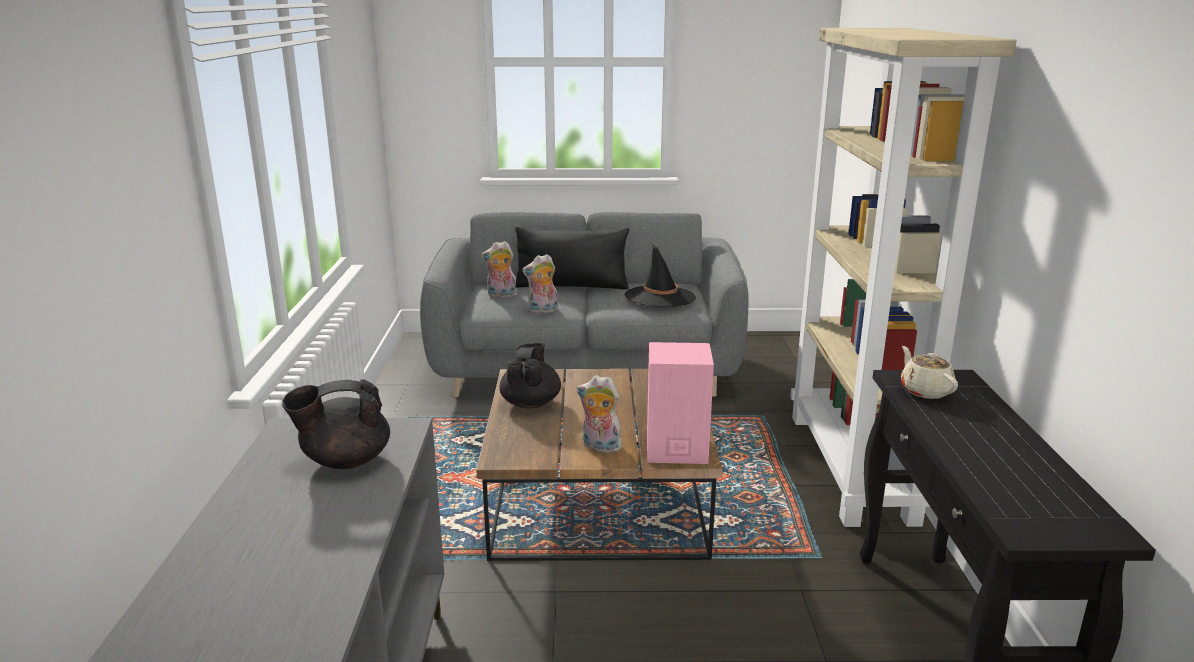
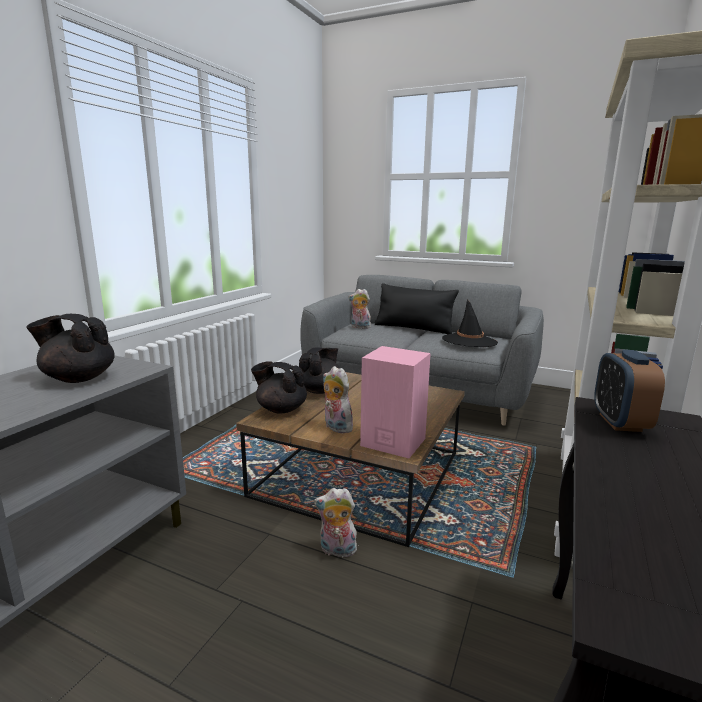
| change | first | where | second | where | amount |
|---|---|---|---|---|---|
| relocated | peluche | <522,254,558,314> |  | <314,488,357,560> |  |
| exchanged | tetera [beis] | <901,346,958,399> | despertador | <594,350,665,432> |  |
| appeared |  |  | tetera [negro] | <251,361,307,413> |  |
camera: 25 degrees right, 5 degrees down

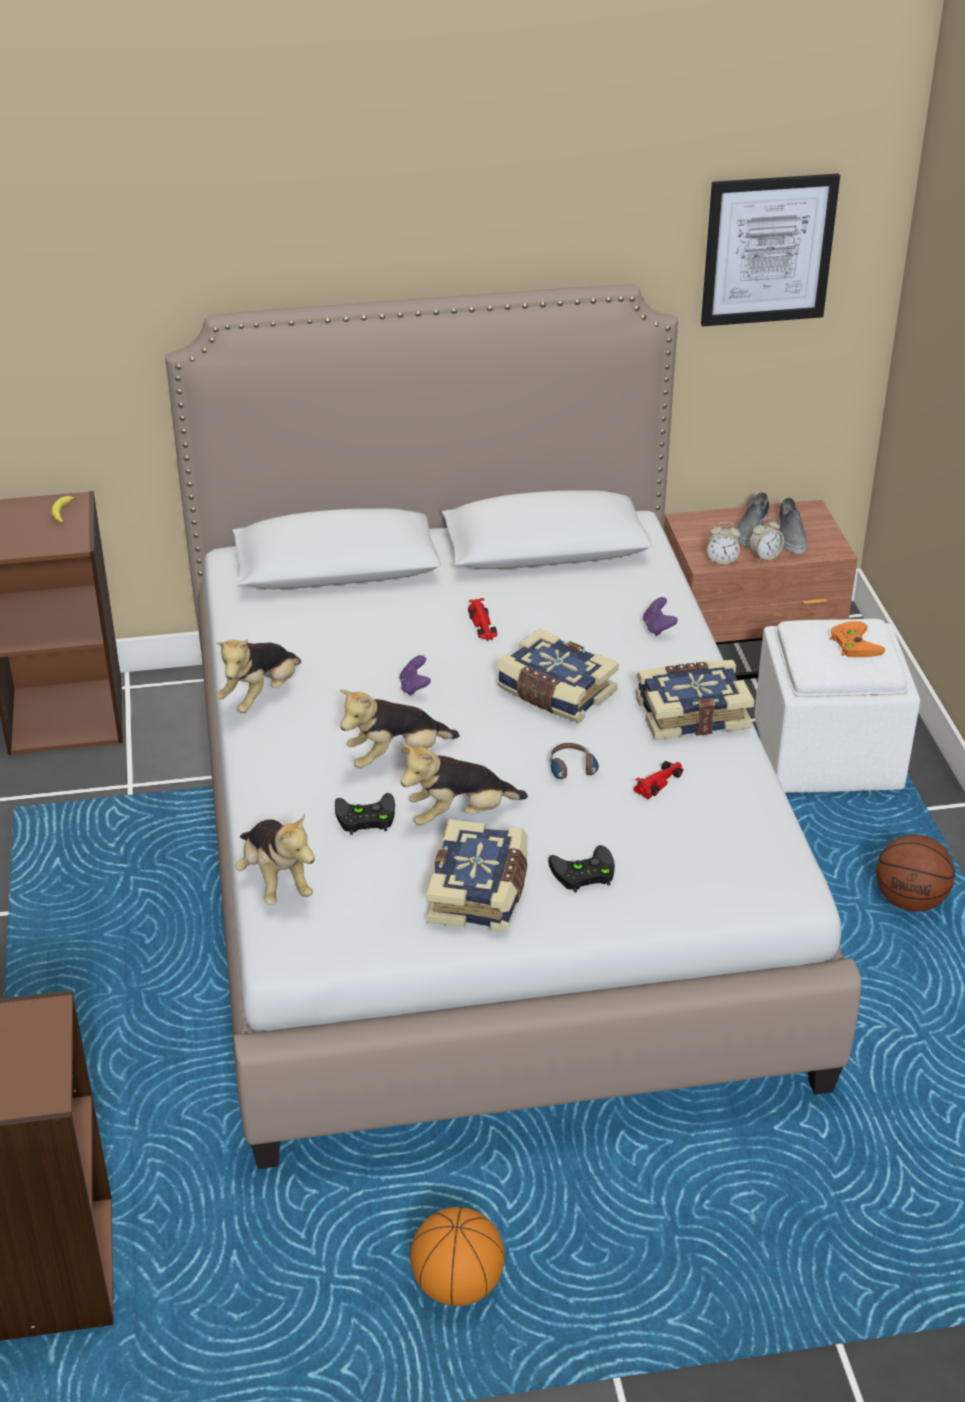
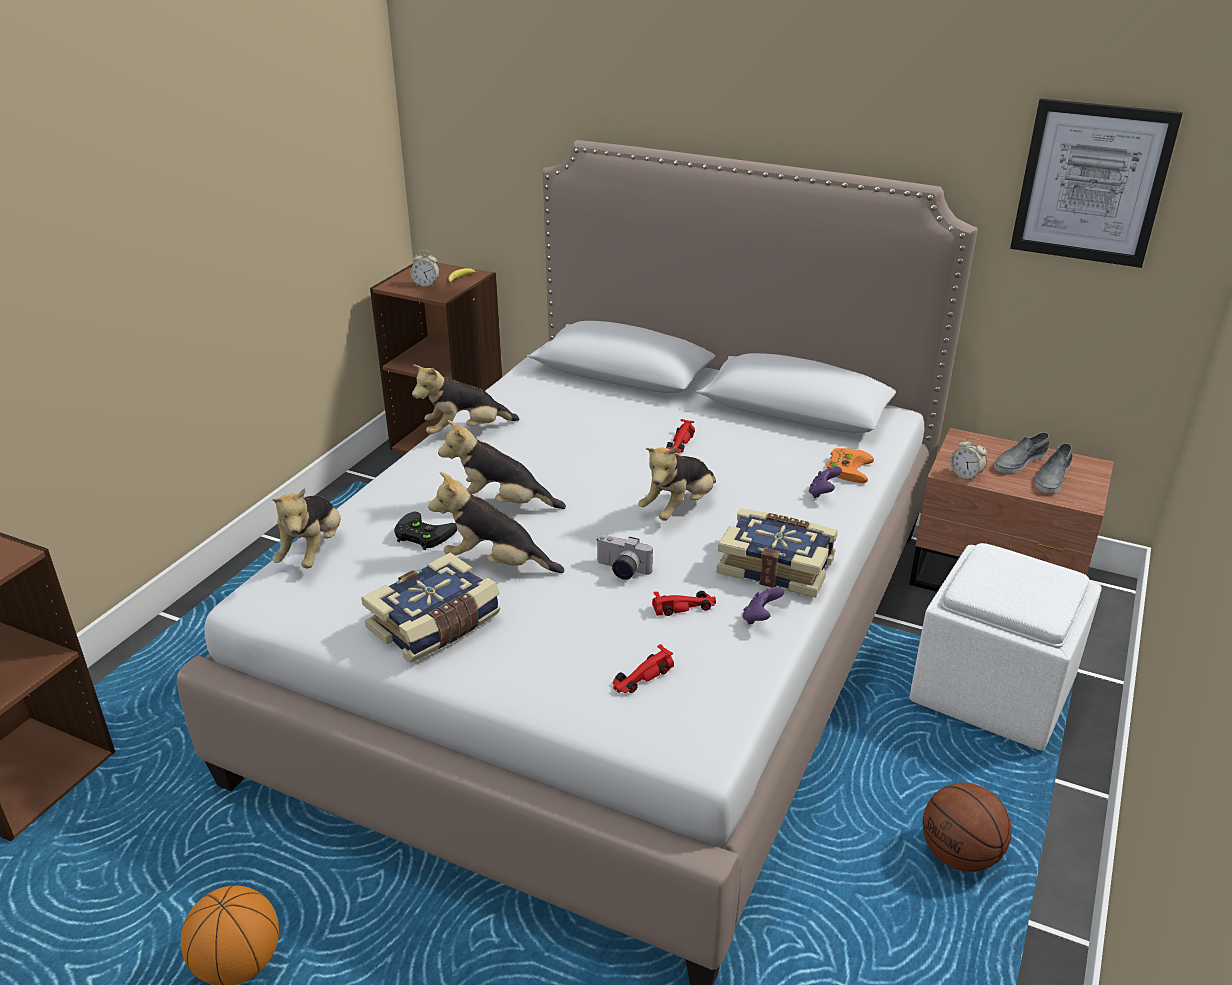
| change | first | where | second | where | amount |
|---|---|---|---|---|---|
| relocated | mando de consola [morado] | <400,655,431,696> |  | <743,587,784,624> |  |
| exchanged | libro | <497,629,619,723> | peluche | <638,446,716,521> |  |
| missing | mando de consola [negro] | <548,845,615,892> |  |  |  |
| exchanged | auriculares | <549,743,599,779> | cámara | <596,535,653,580> |  |
| relocated | despertador | <749,517,784,562> |  | <410,250,439,287> |  |
| relocated | mando de consola [naranja] | <830,621,885,657> |  | <826,448,874,483> |  |
| appeared |  |  | coche de juguete [rojo] | <613,644,674,693> |  |
camera: 35 degrees right, 5 degrees down

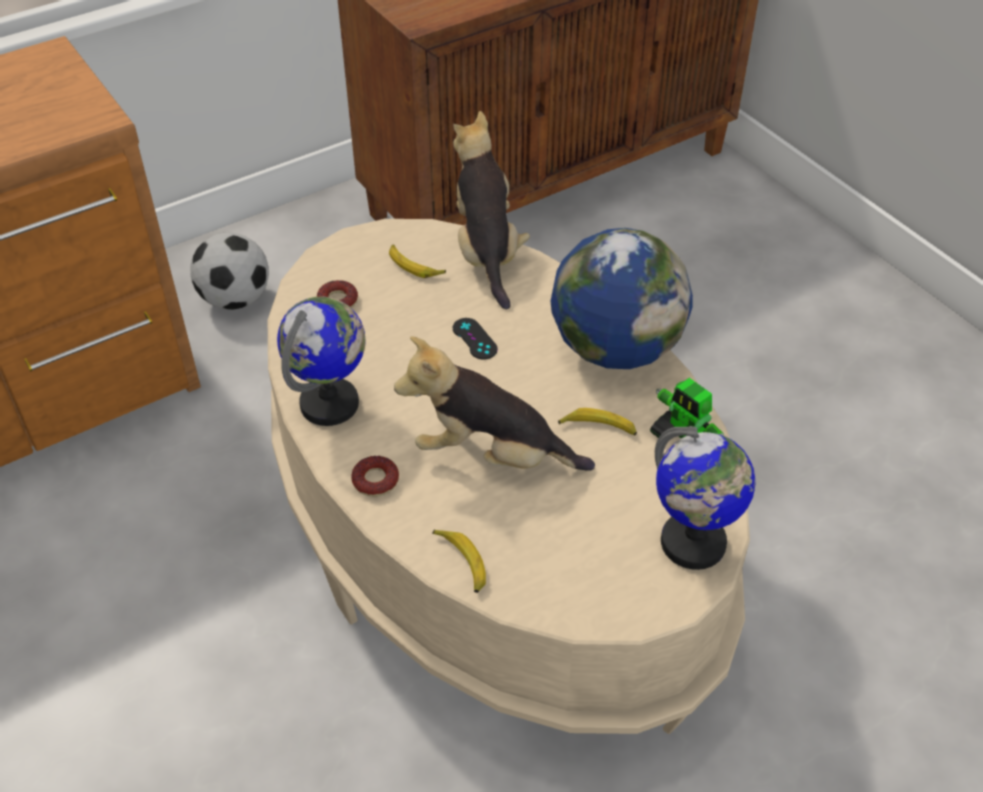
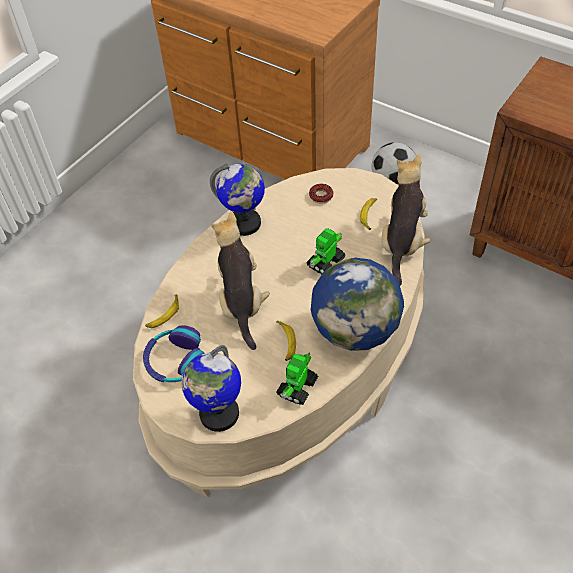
| change | first | where | second | where | amount |
|---|---|---|---|---|---|
| missing | rosquilla | <351,456,399,497> |  |  |  |
| spun | peluche | <453,111,530,310> |  | <382,154,430,286> | 45 degrees counterclockwise |
| exchanged | mando de consola [negro] | <453,318,498,360> | robot de juguete | <306,228,346,274> |  |
| appeared |  |  | auriculares | <143,325,204,382> |  |
camera: 70 degrees right, 5 degrees up

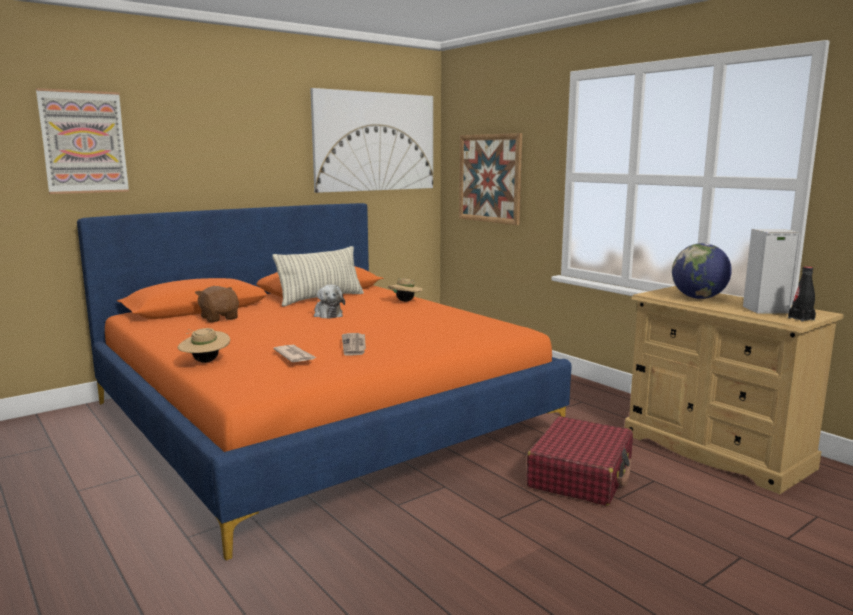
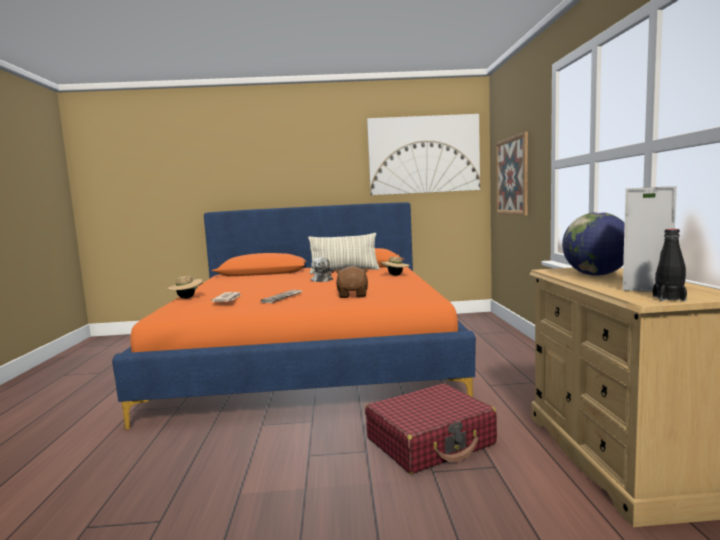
| change | first | where | second | where | amount |
|---|---|---|---|---|---|
| missing | cuadro | <36,88,129,194> |  |  |  |
| relocated | peluche [marrón] | <195,286,239,322> |  | <335,266,369,298> |  |
camera: 35 degrees right, 5 degrees down

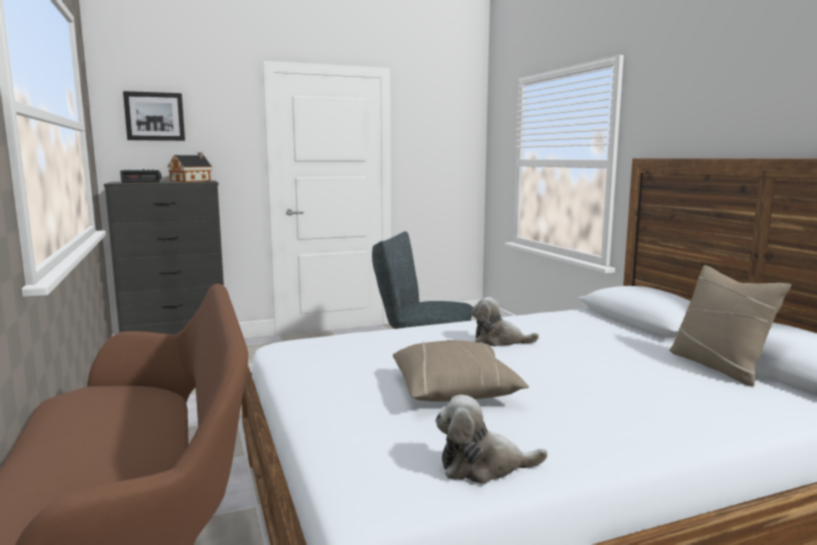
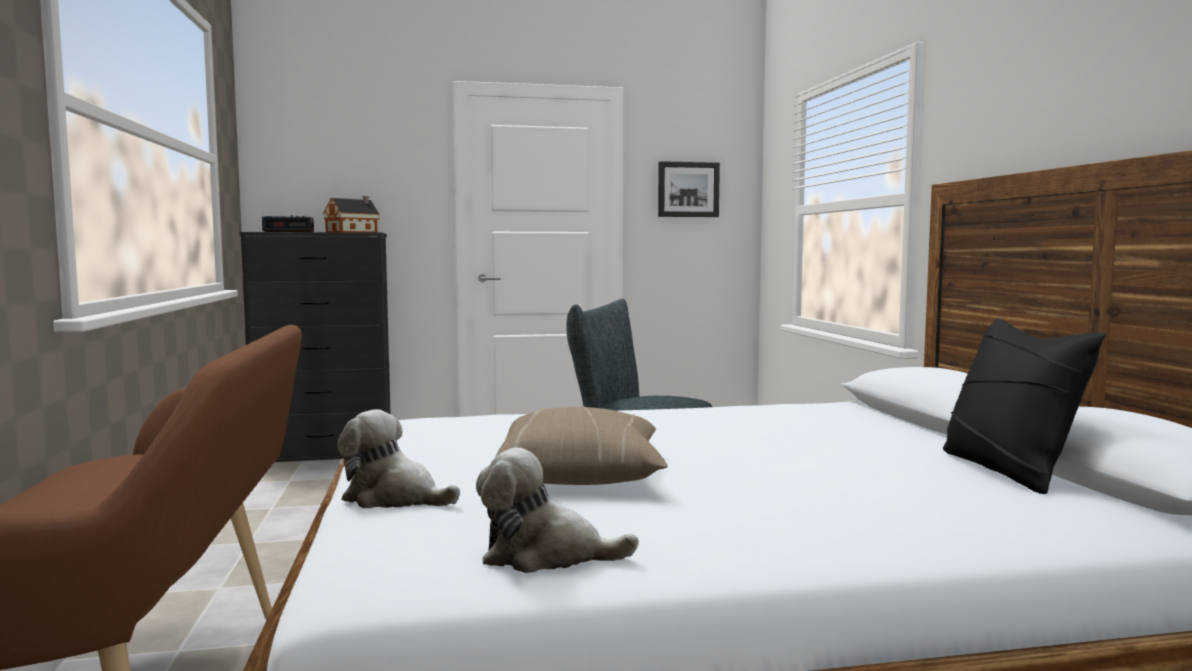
| change | first | where | second | where | amount |
|---|---|---|---|---|---|
| relocated | cuadro | <123,91,185,141> |  | <658,161,720,217> |  |
| relocated | peluche | <471,297,539,346> |  | <337,409,460,508> |  |
| colour | cojín [beis] | <670,265,791,387> | cojín [negro] | <943,318,1106,494> |  |
camera: 10 degrees right, 5 degrees down

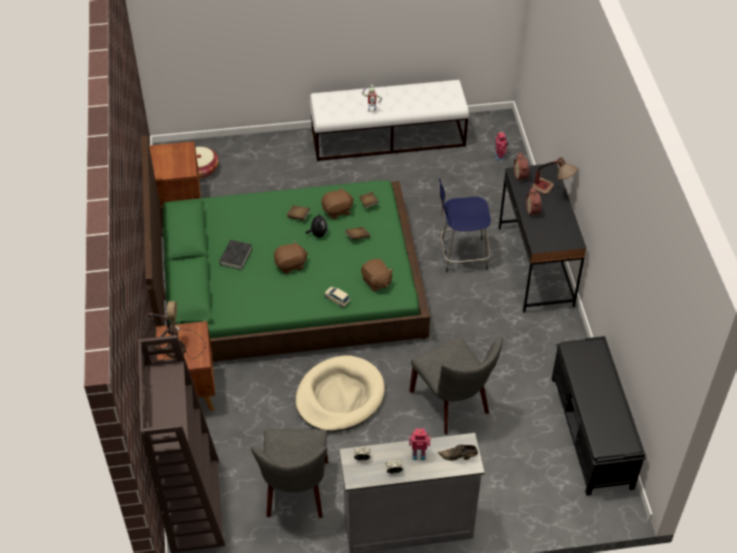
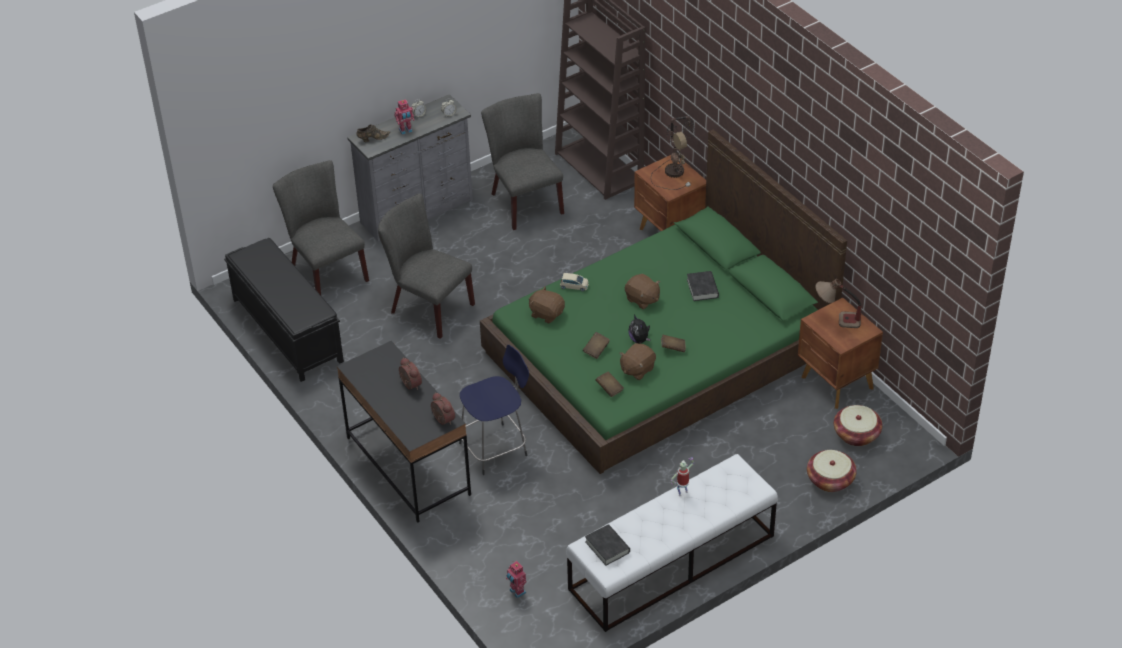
| change | first | where | second | where | amount |
|---|---|---|---|---|---|
| spun | peluche [marrón] | <274,240,308,274> |  | <625,274,660,309> | 90 degrees counterclockwise |
| missing | cama para perro [beis] | <295,355,385,432> |  |  |  |
| relocated | lámpara de mesa | <532,157,578,195> |  | <815,279,861,328> |  |
| appeared |  |  | silla [gris] | <273,160,369,295> |  |
| appeared |  |  | libro [negro] | <585,524,630,566> |  |
| appeared |  |  | cesta | <807,450,857,492> |  |
camera: 155 degrees right, 5 degrees down

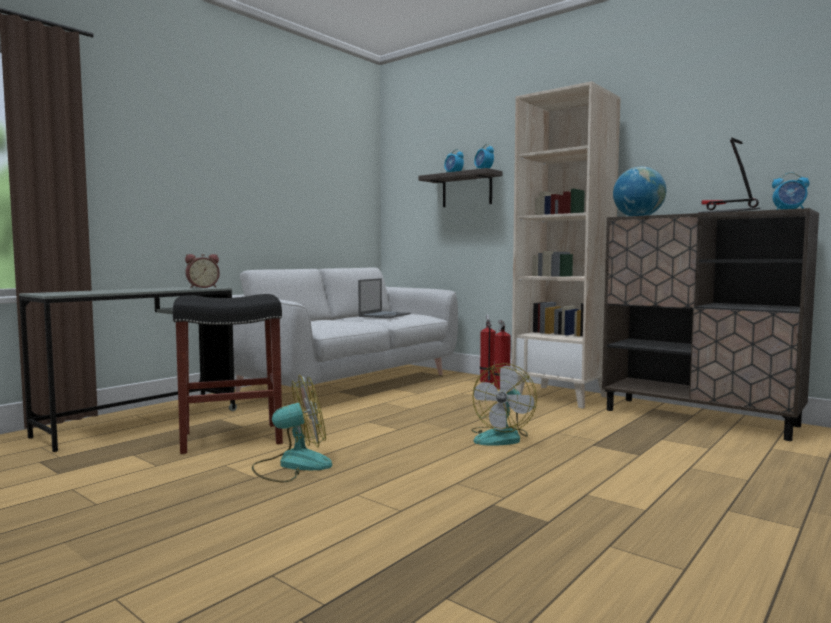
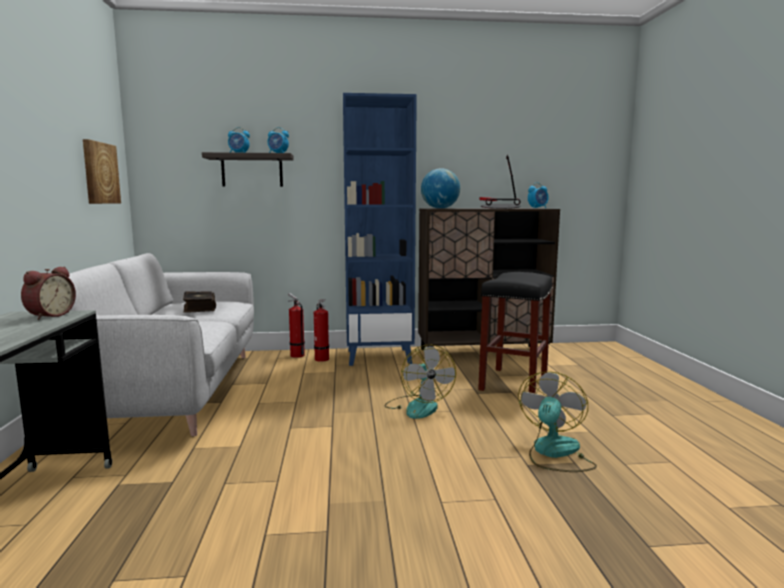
| change | first | where | second | where | amount |
|---|---|---|---|---|---|
| relocated | taburete [negro] | <173,294,283,454> |  | <478,272,553,394> |  |
| relocated | ventilador | <252,375,332,482> |  | <518,371,597,472> |  |
| exchanged | portátil | <358,278,411,318> | libro | <183,291,216,313> |  |
| colour | estantería [beis] | <512,81,621,408> | estantería [azul] | <343,93,417,366> |  |
| appeared |  |  | cuadro | <83,139,121,204> |  |
camera: 45 degrees left, 5 degrees up

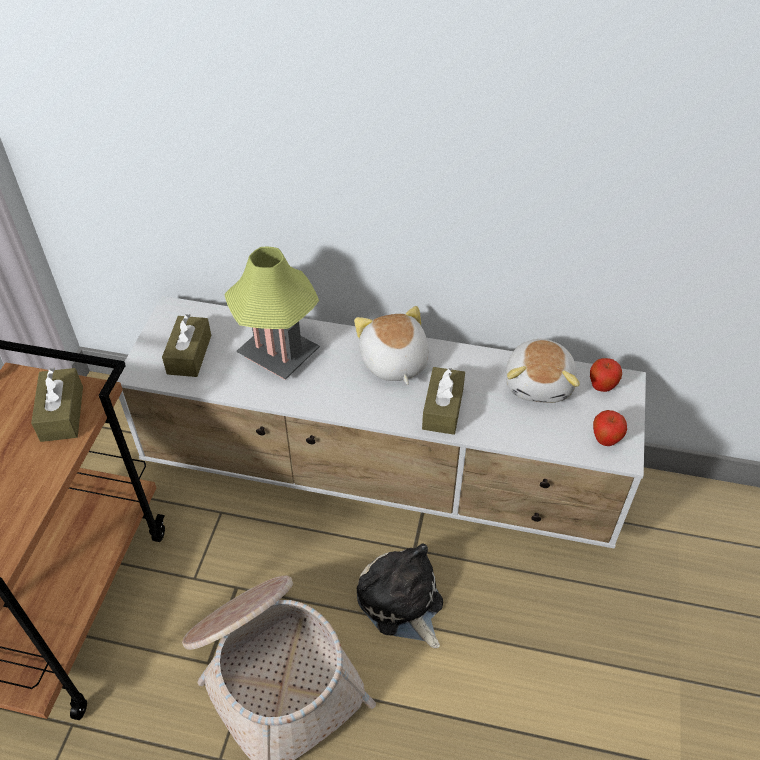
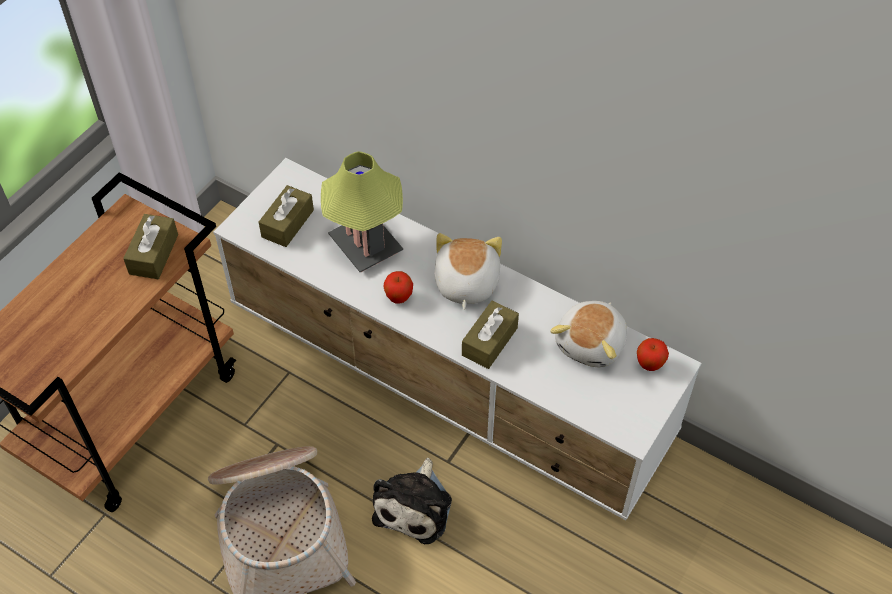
| change | first | where | second | where | amount |
|---|---|---|---|---|---|
| spun | peluche | <357,543,443,648> |  | <372,458,452,544> | 150 degrees counterclockwise |
| relocated | manzana | <593,410,627,446> |  | <383,271,413,304> |  |
camera: 20 degrees right, 5 degrees up

